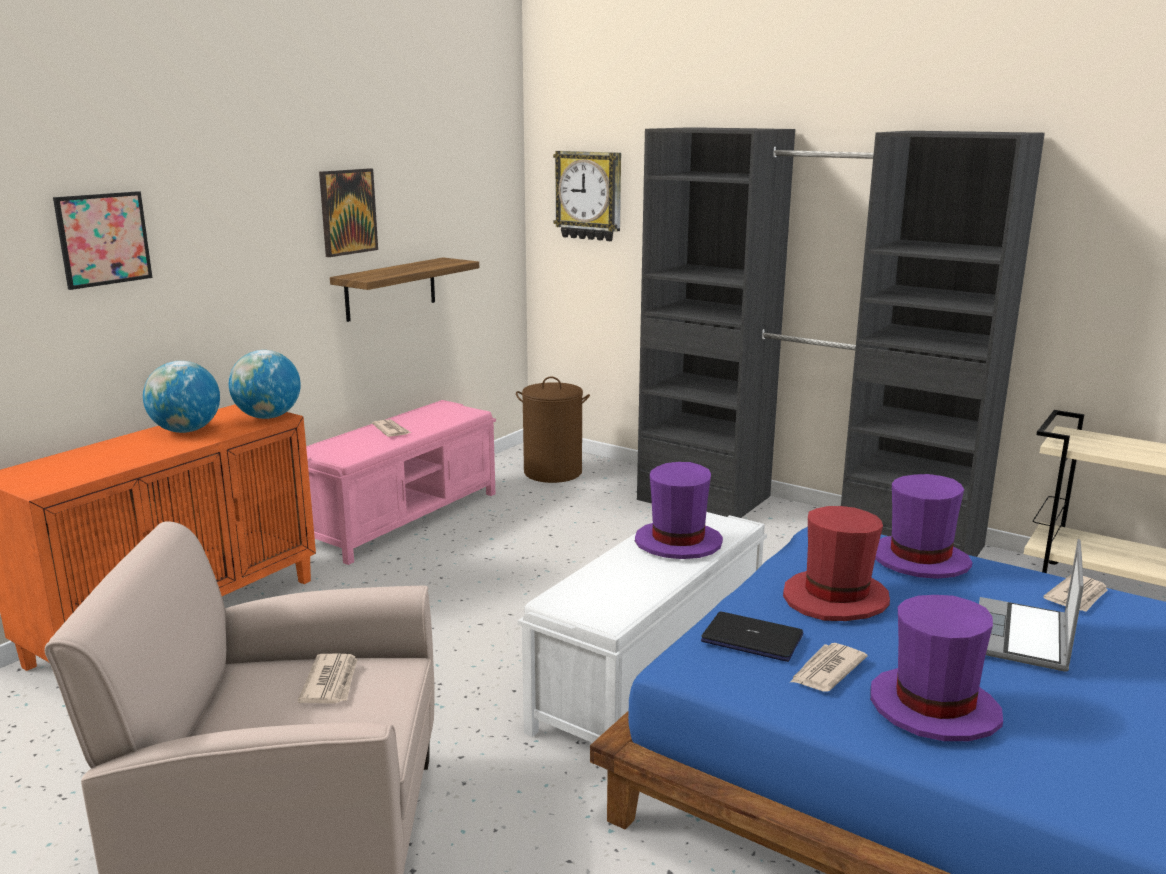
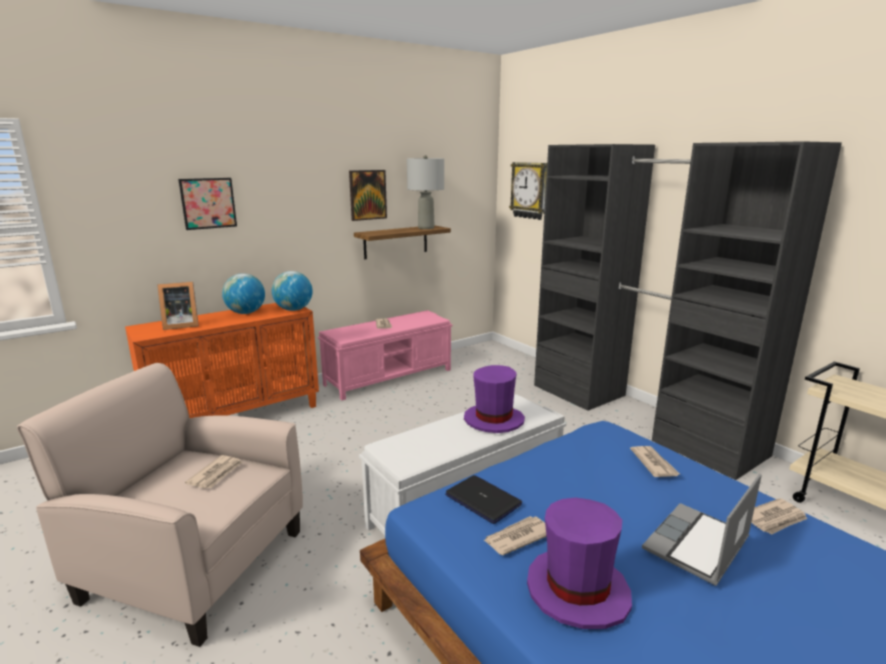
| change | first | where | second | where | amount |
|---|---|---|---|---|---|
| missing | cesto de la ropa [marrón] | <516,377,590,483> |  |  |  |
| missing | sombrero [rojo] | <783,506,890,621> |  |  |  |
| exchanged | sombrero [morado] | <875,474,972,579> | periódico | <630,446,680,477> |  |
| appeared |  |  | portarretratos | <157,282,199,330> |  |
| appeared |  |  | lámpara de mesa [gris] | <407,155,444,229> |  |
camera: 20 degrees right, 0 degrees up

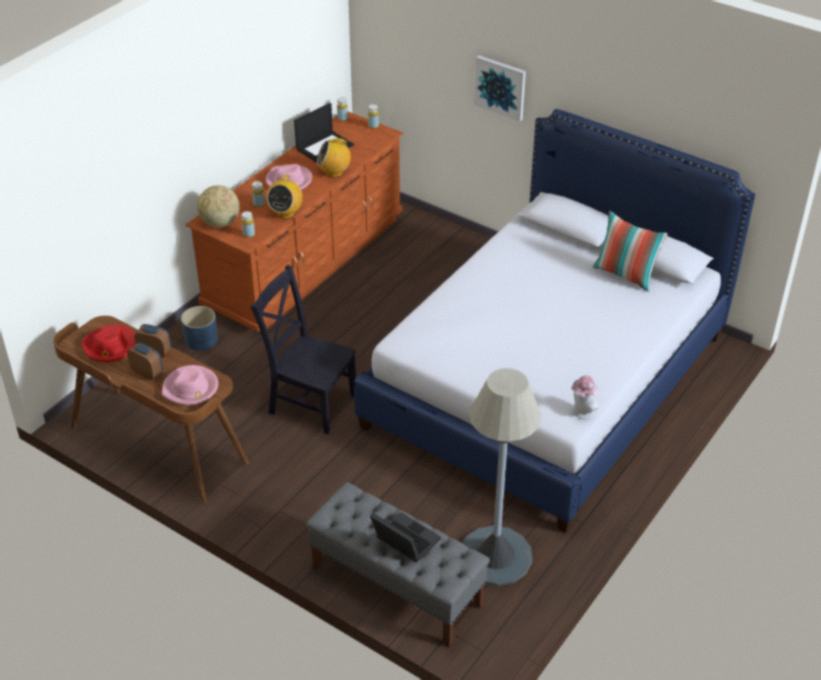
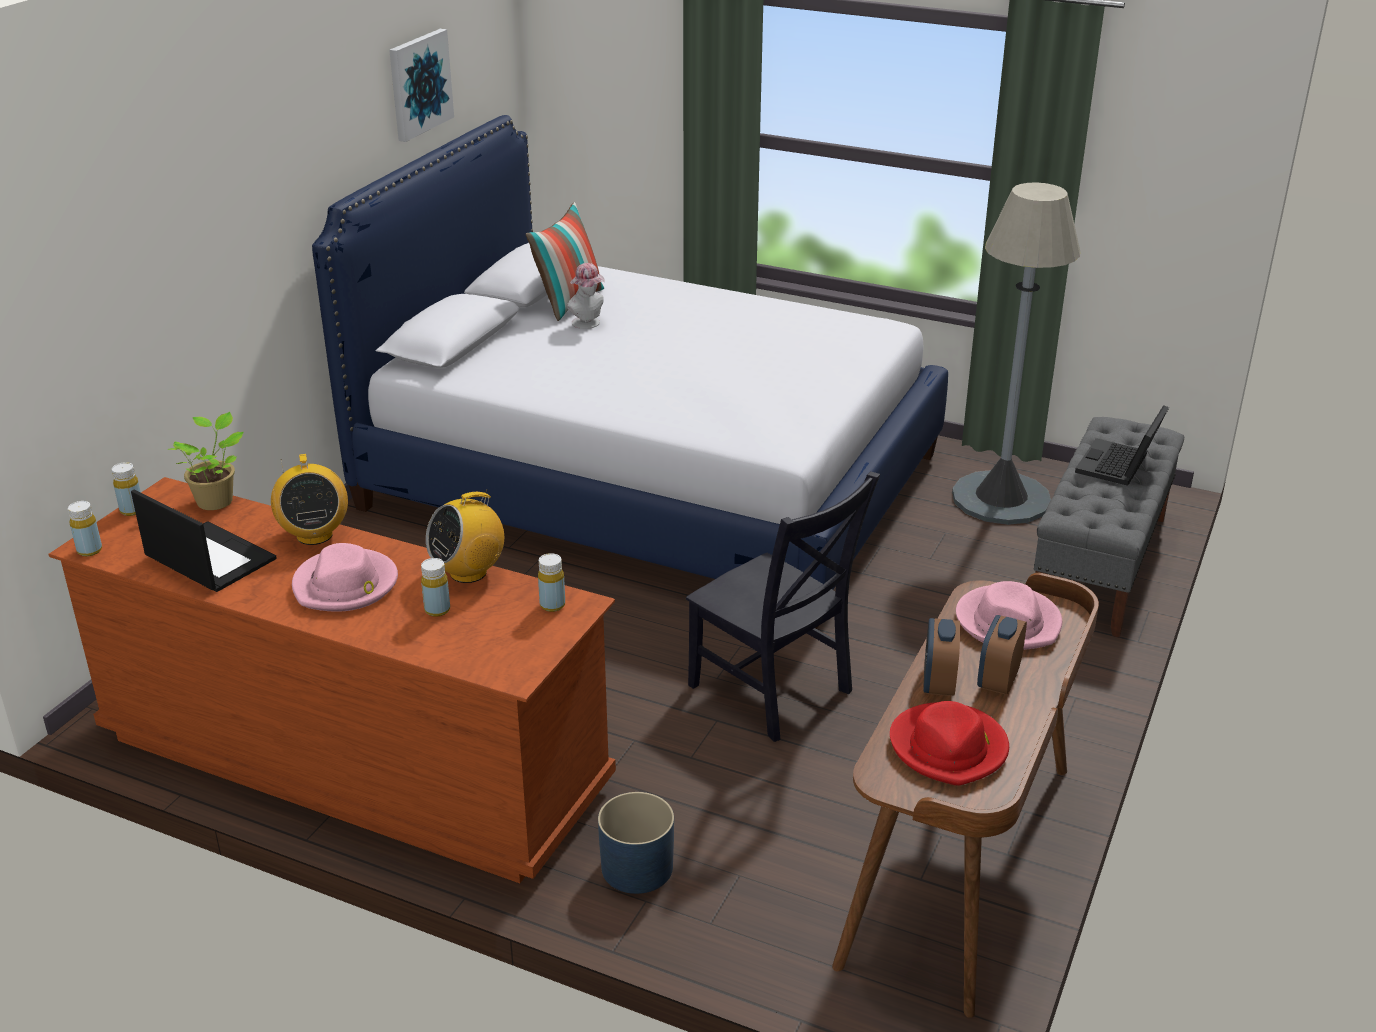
| change | first | where | second | where | amount |
|---|---|---|---|---|---|
| missing | globo terráqueo | <197,185,240,227> |  |  |  |
| spun | silla [negro] | <250,265,356,434> |  | <686,471,880,742> | 60 degrees counterclockwise |
| spun | radio | <266,175,303,219> |  | <426,489,504,583> | 135 degrees clockwise |
| relocated | cuadro | <474,55,526,121> |  | <389,29,454,142> |  |
| relocated | sombrero | <571,376,598,420> |  | <567,263,605,329> |  |
| appeared |  |  | planta en maceta | <168,412,244,510> |  |
camera: 100 degrees left, 10 degrees down

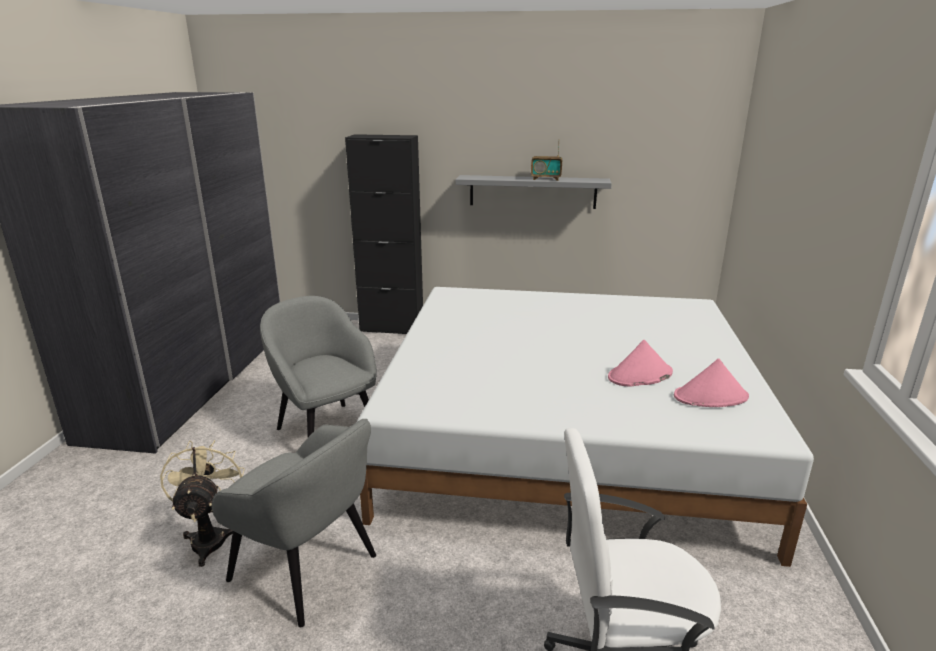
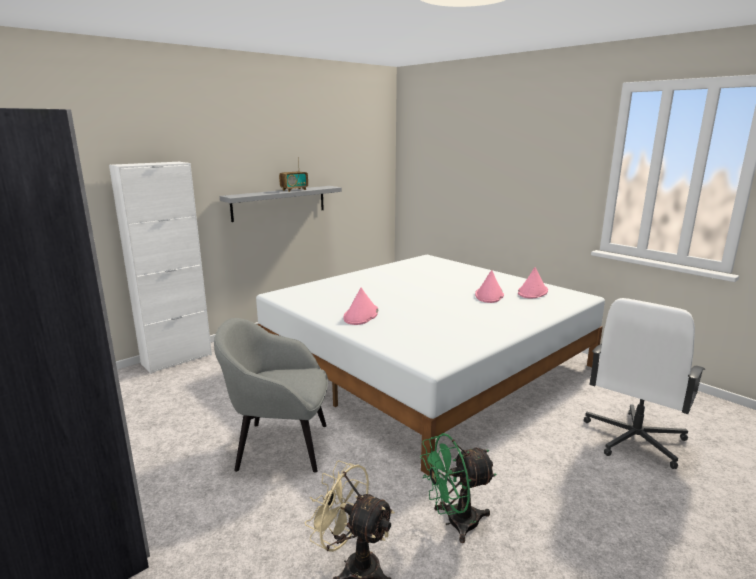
| change | first | where | second | where | amount |
|---|---|---|---|---|---|
| exchanged | sillón [gris] | <212,419,376,627> | ventilador [verde] | <420,433,496,543> |  |
| colour | armario [negro] | <345,134,423,334> | armario [blanco] | <109,162,212,374> |  |
| appeared |  |  | sombrero [rosa] | <344,287,378,325> |  |
camera: 50 degrees left, 5 degrees down

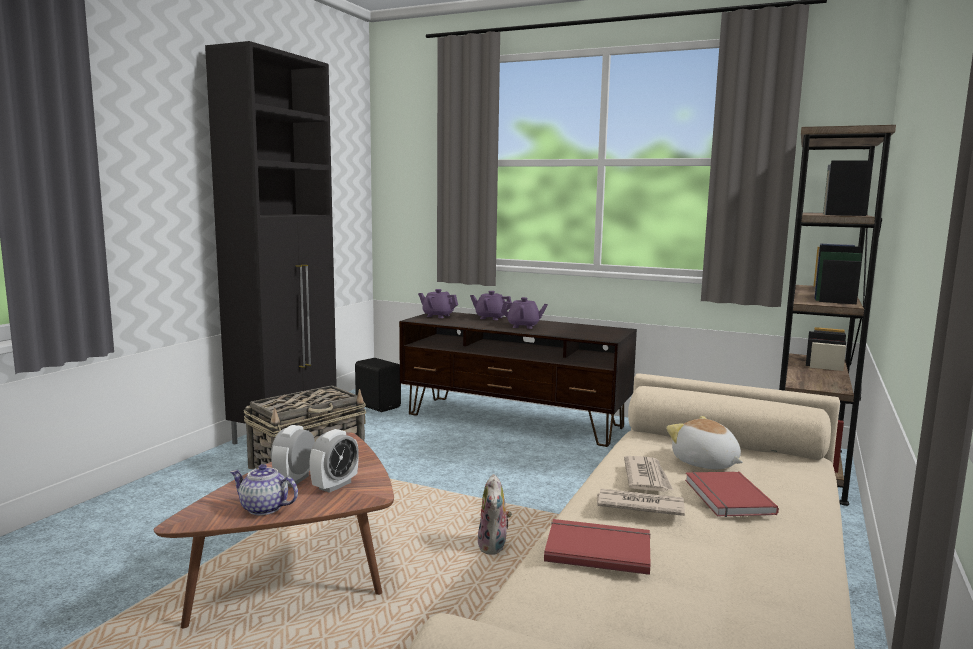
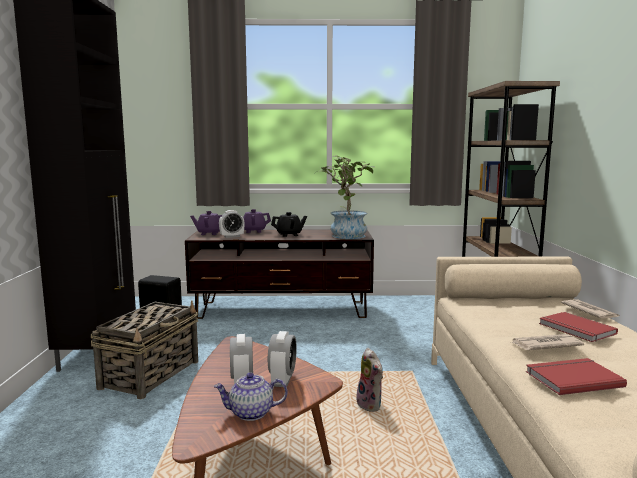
| change | first | where | second | where | amount |
|---|---|---|---|---|---|
| colour | tetera [morado] | <501,297,548,329> | tetera [negro] | <271,212,307,237> |  |
| relocated | periódico | <624,456,674,492> |  | <561,299,619,318> |  |
| missing | peluche | <666,416,743,469> |  |  |  |
| appeared |  |  | despertador | <219,210,244,238> |  |
| appeared |  |  | planta en maceta | <318,155,375,239> |  |
camera: 25 degrees left, 0 degrees up

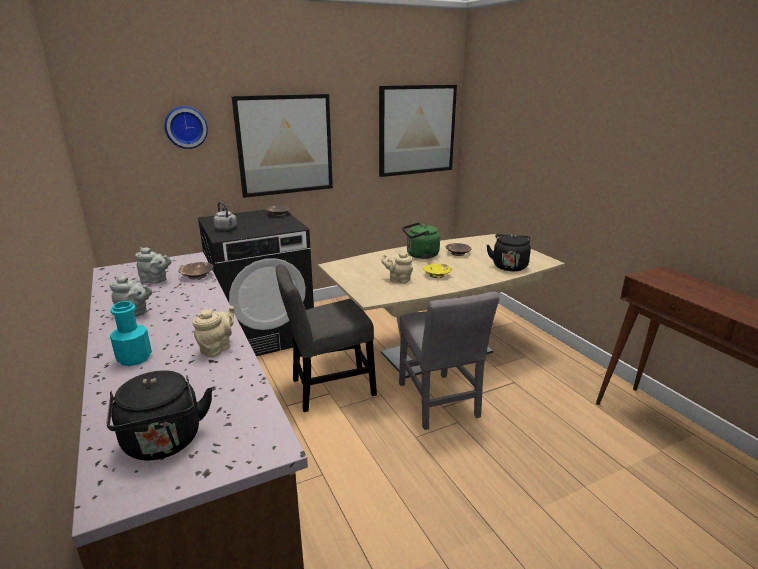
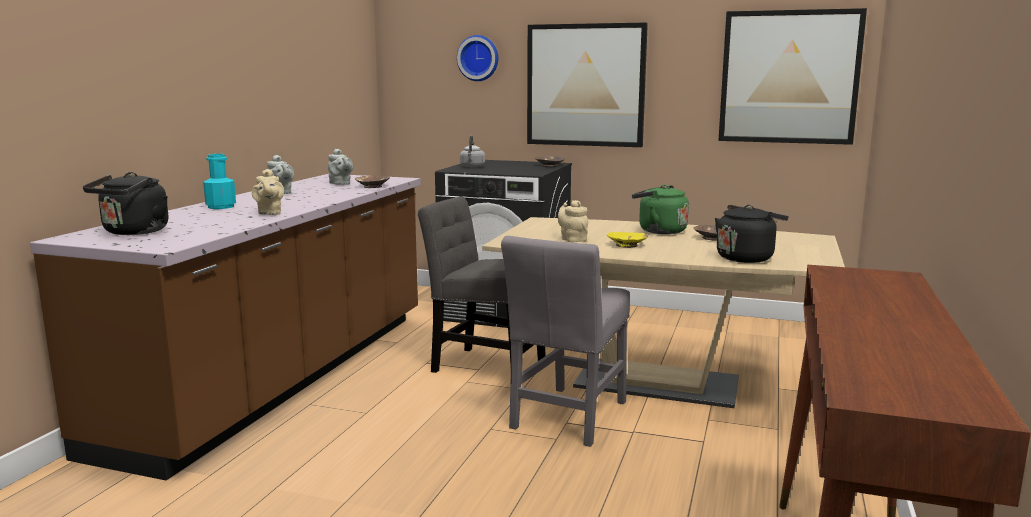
| change | first | where | second | where | amount |
|---|---|---|---|---|---|
| spun | tetera [beis] | <193,306,234,357> |  | <252,169,284,215> | 90 degrees clockwise |
camera: 45 degrees right, 10 degrees down

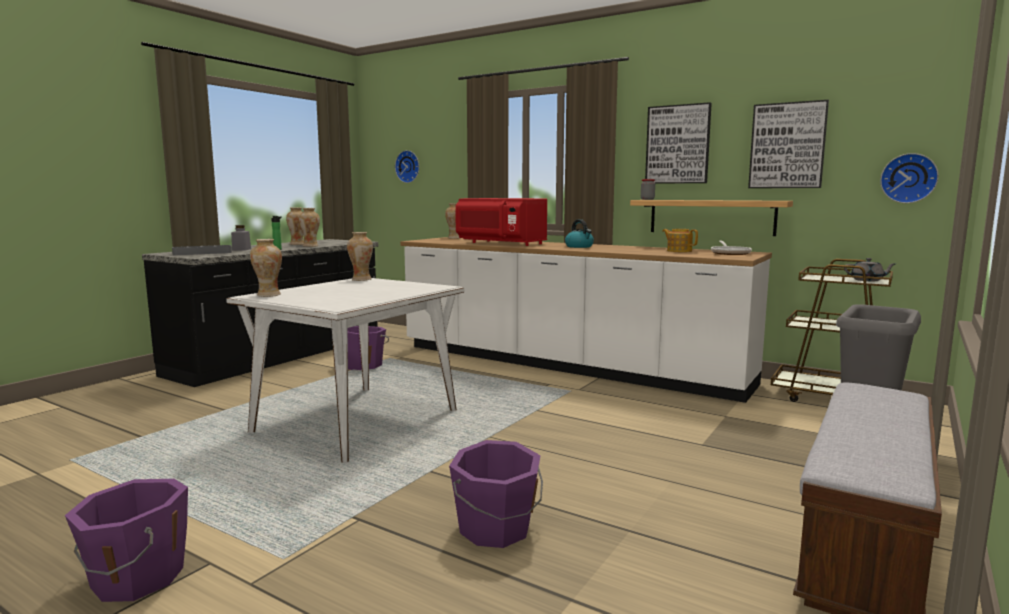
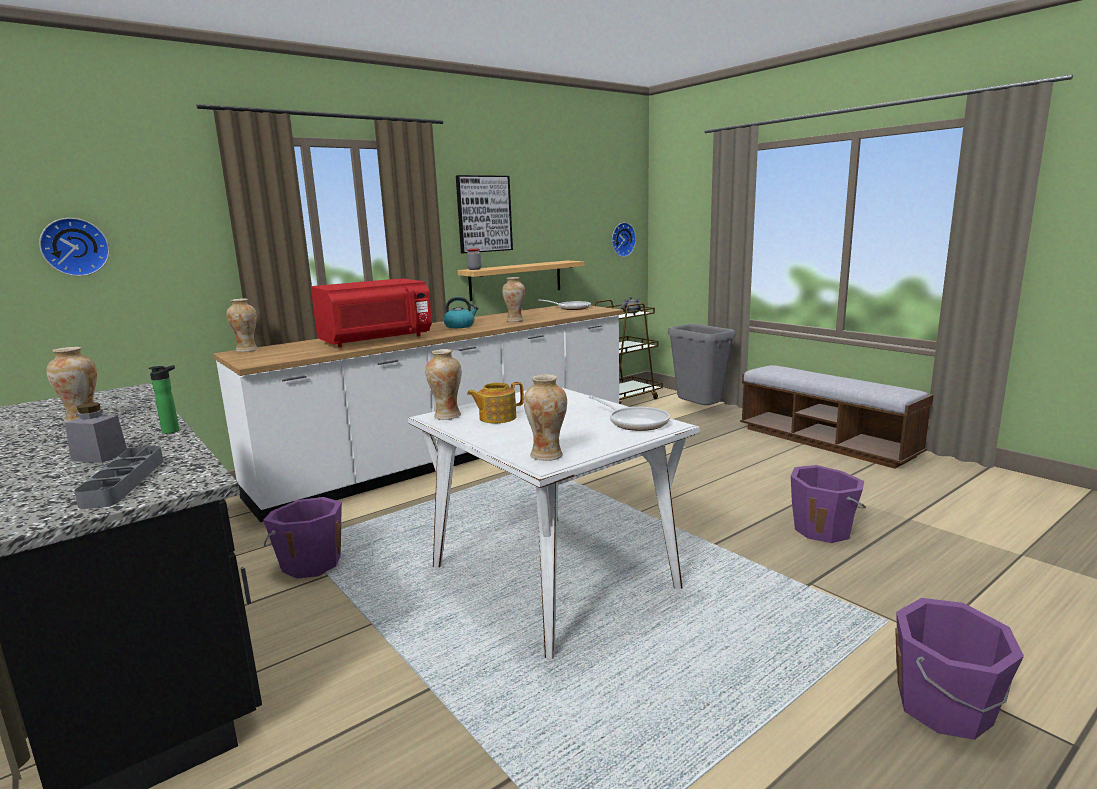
| change | first | where | second | where | amount |
|---|---|---|---|---|---|
| relocated | florero | <299,208,320,247> |  | <502,277,525,322> |  |
| relocated | tetera | <662,229,698,252> |  | <467,382,524,423> |  |
| missing | cuadro | <748,100,829,188> |  |  |  |
| appeared |  |  | sartén | <589,396,670,431> |  |
camera: 70 degrees left, 5 degrees up

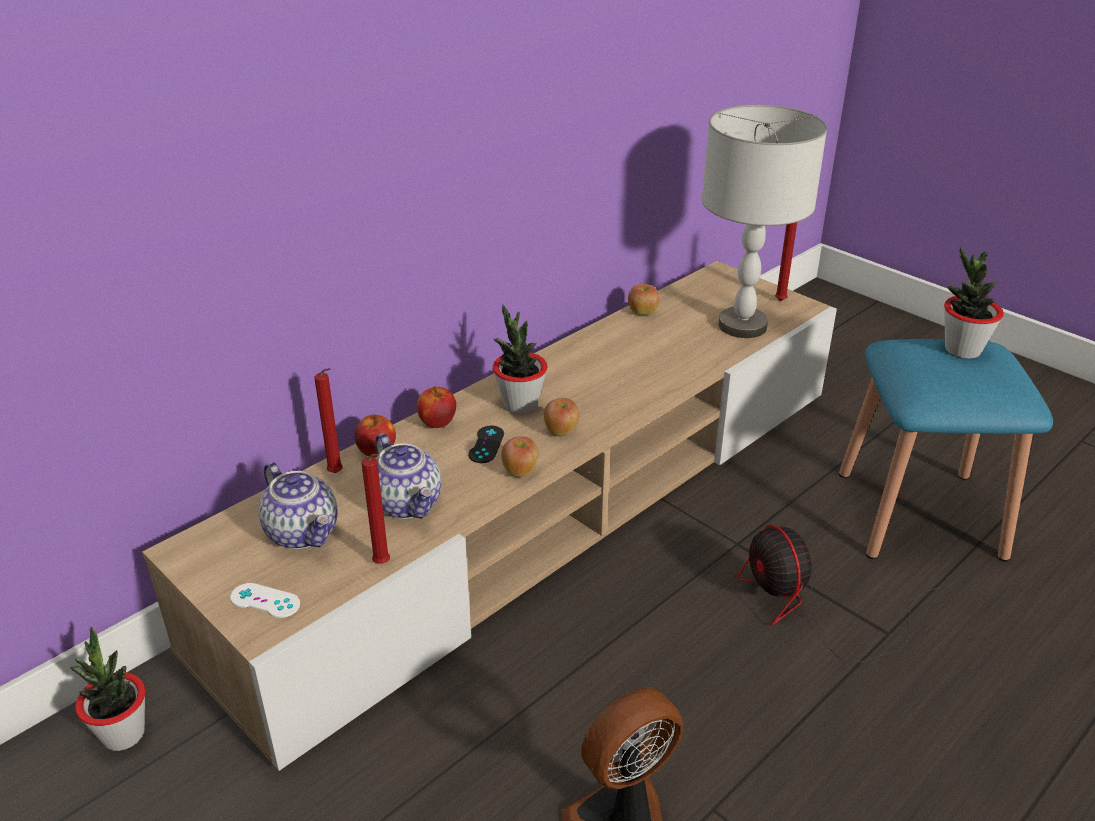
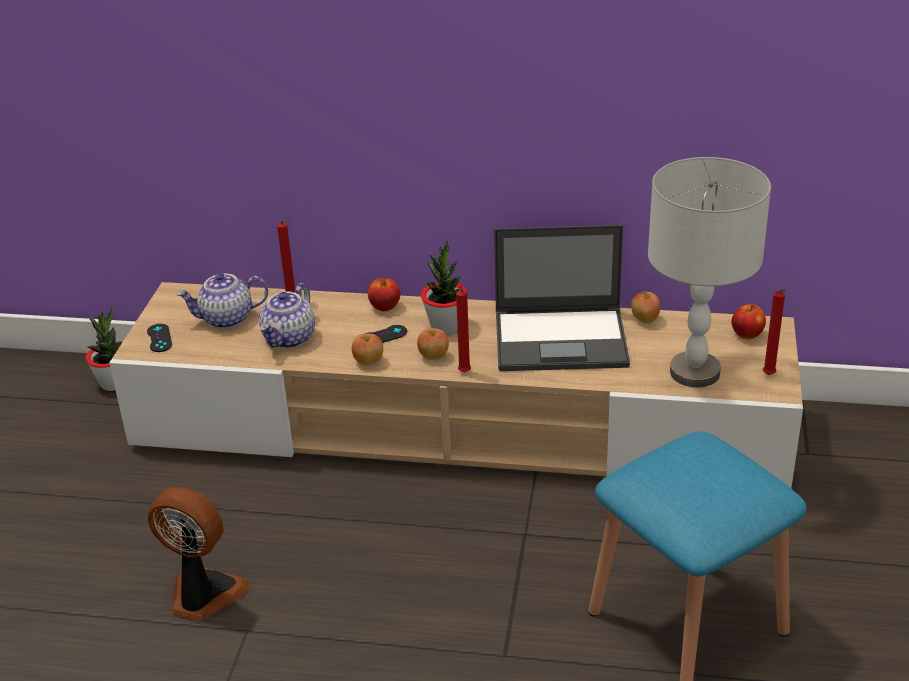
| change | first | where | second | where | amount |
|---|---|---|---|---|---|
| colour | mando de consola [blanco] | <230,583,300,618> | mando de consola [negro] | <147,324,172,352> |  |
| spun | tetera | <259,462,338,549> |  | <176,273,268,329> | 60 degrees clockwise |
| relocated | manzana | <354,415,396,458> |  | <731,304,766,339> |  |
| relocated | vela [rojo] | <362,454,390,564> |  | <456,289,471,373> |  |
| missing | ventilador | <738,525,939,663> |  |  |  |
| missing | planta en maceta | <944,247,1004,359> |  |  |  |
| appeared |  |  | portátil | <494,225,630,371> |  |
camera: 55 degrees right, 0 degrees up

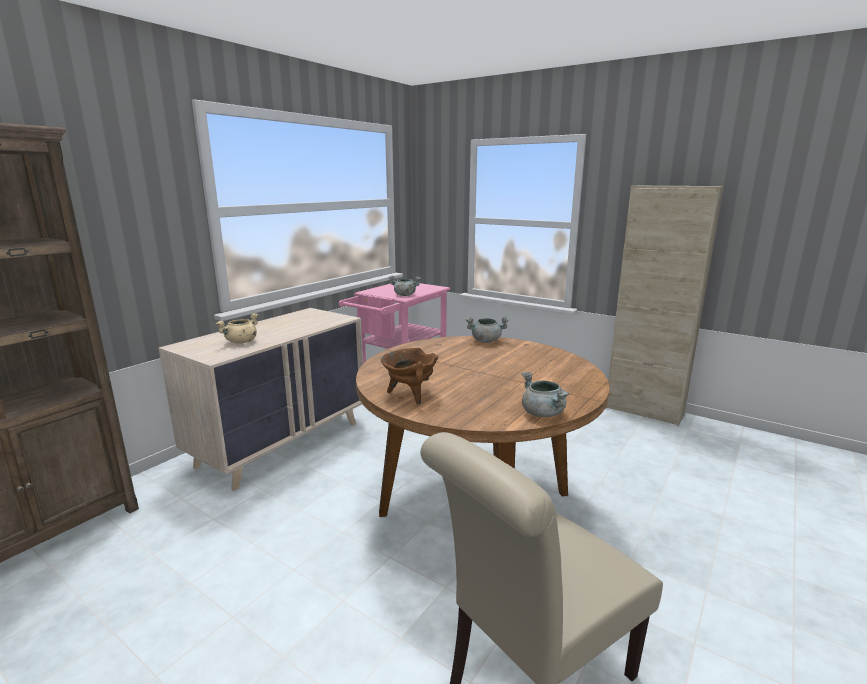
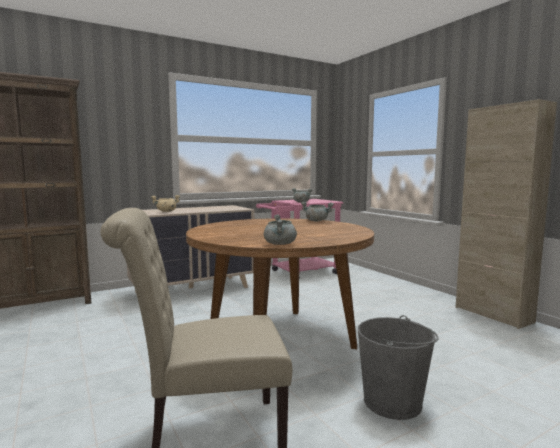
| change | first | where | second | where | amount |
|---|---|---|---|---|---|
| missing | olla [marrón] | <381,348,439,405> |  |  |  |
| appeared |  |  | cubo [gris] | <358,315,438,420> |  |
camera: 25 degrees right, 10 degrees down

